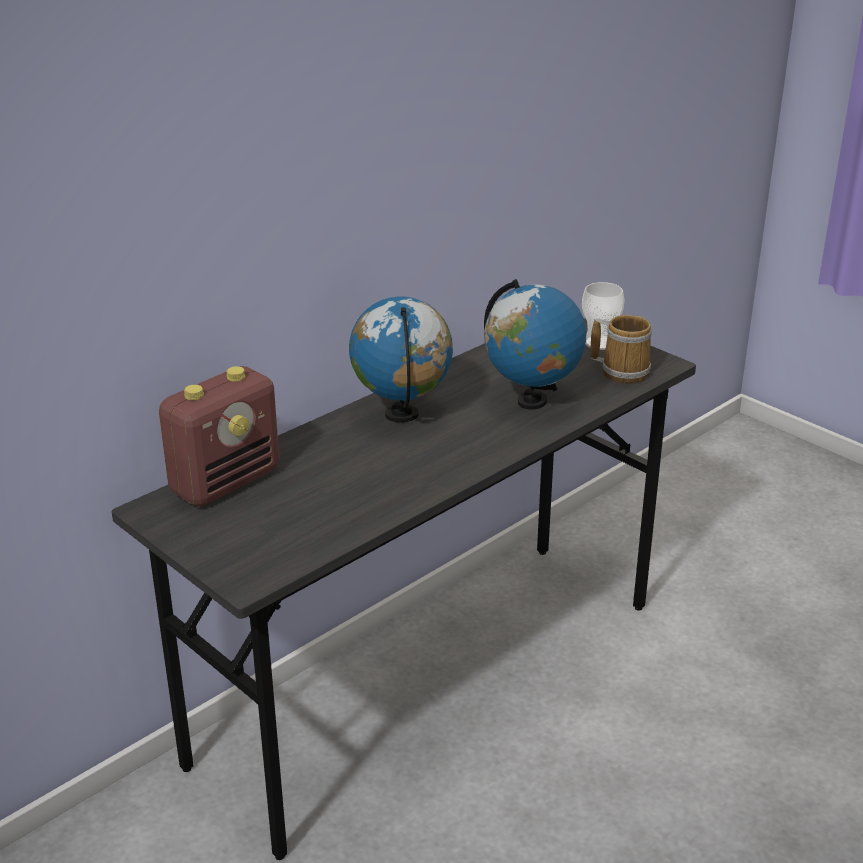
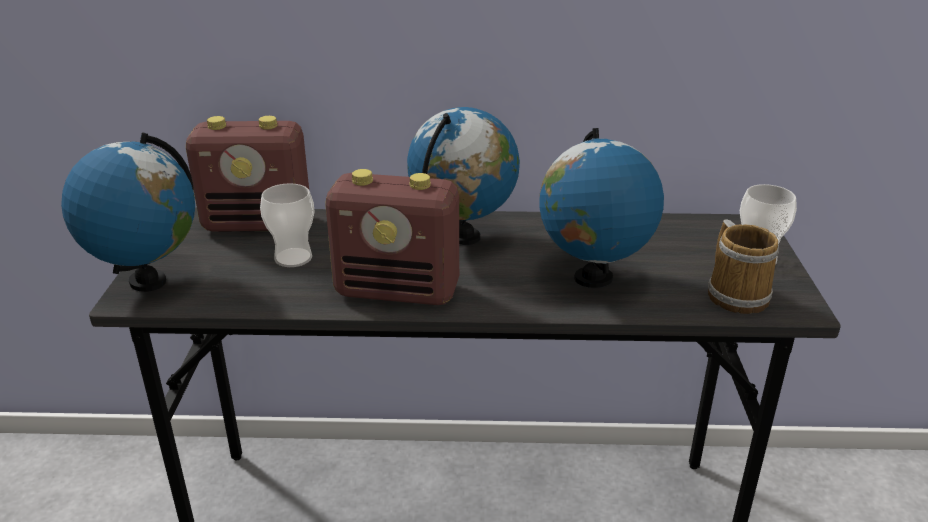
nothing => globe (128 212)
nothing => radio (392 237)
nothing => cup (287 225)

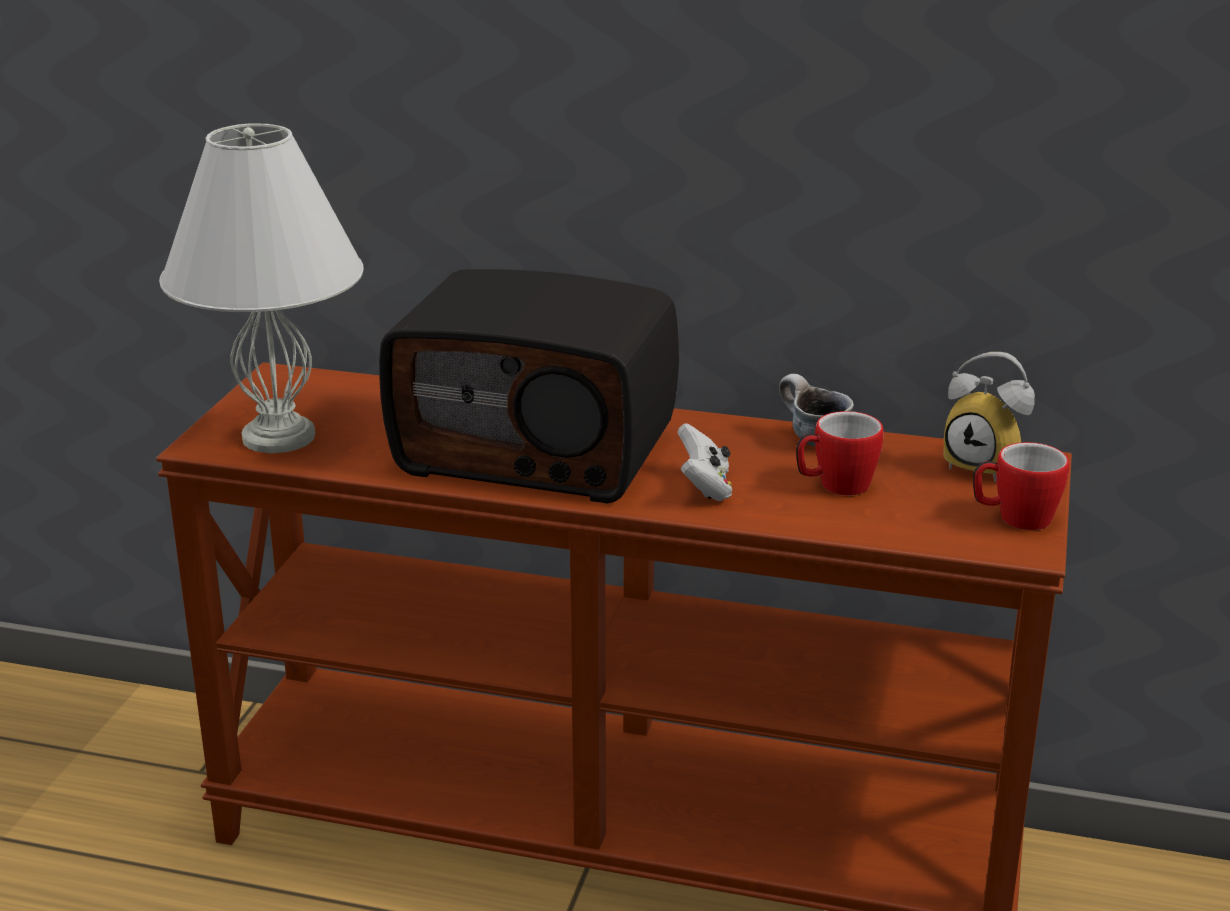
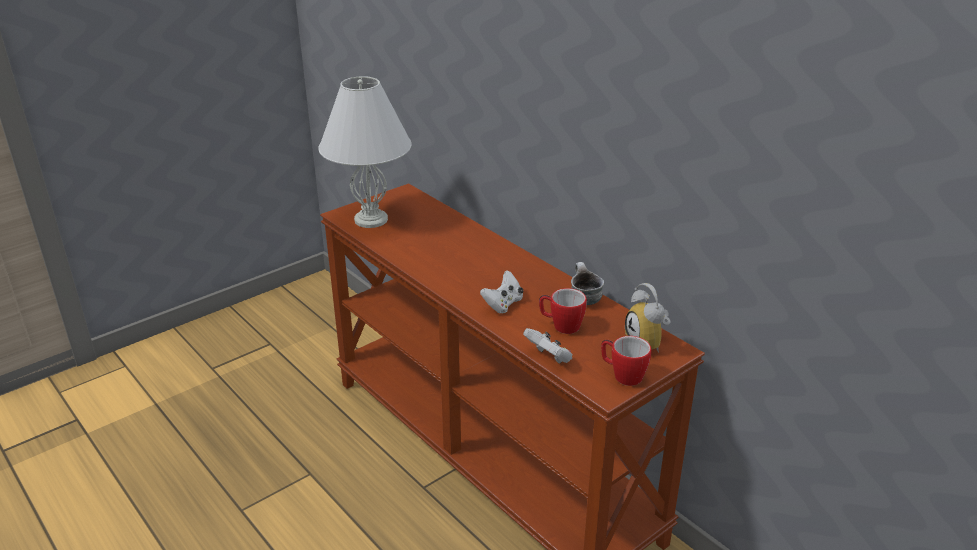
radio (529 386) => nothing
nothing => game controller/white (547 345)

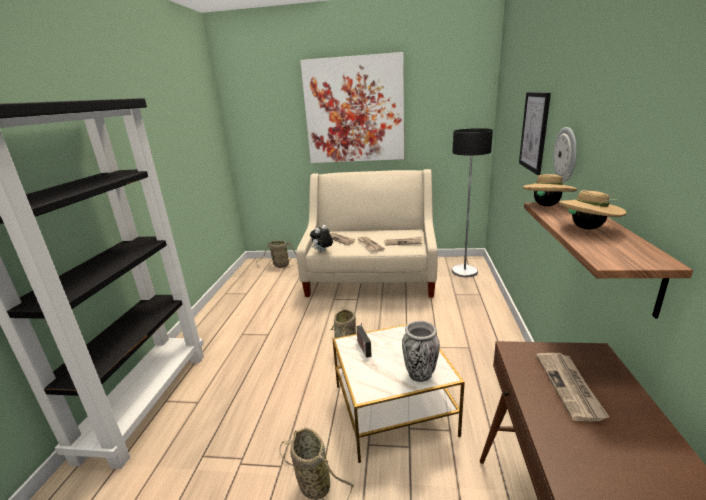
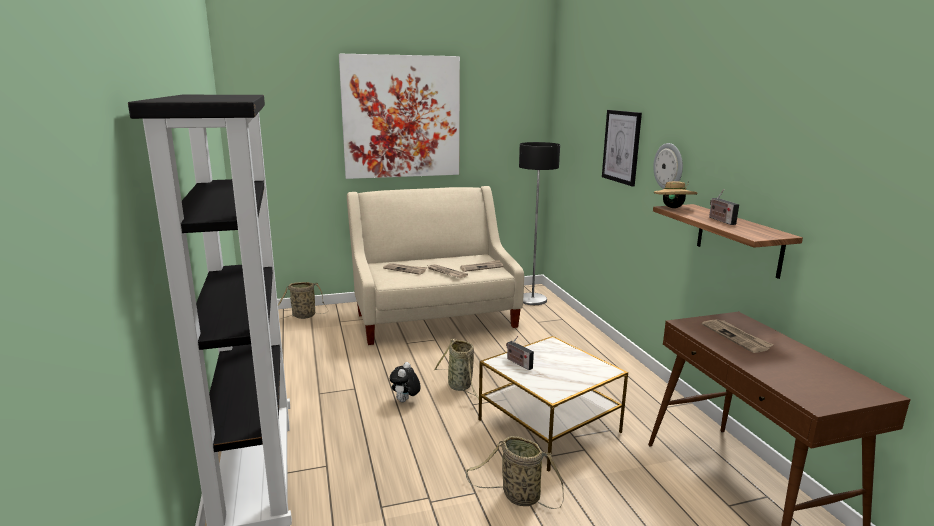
hat/beige (593 209) => radio (724 207)
plush toy (321 238) => plush toy (405 382), relocated
vase (421 351) => nothing

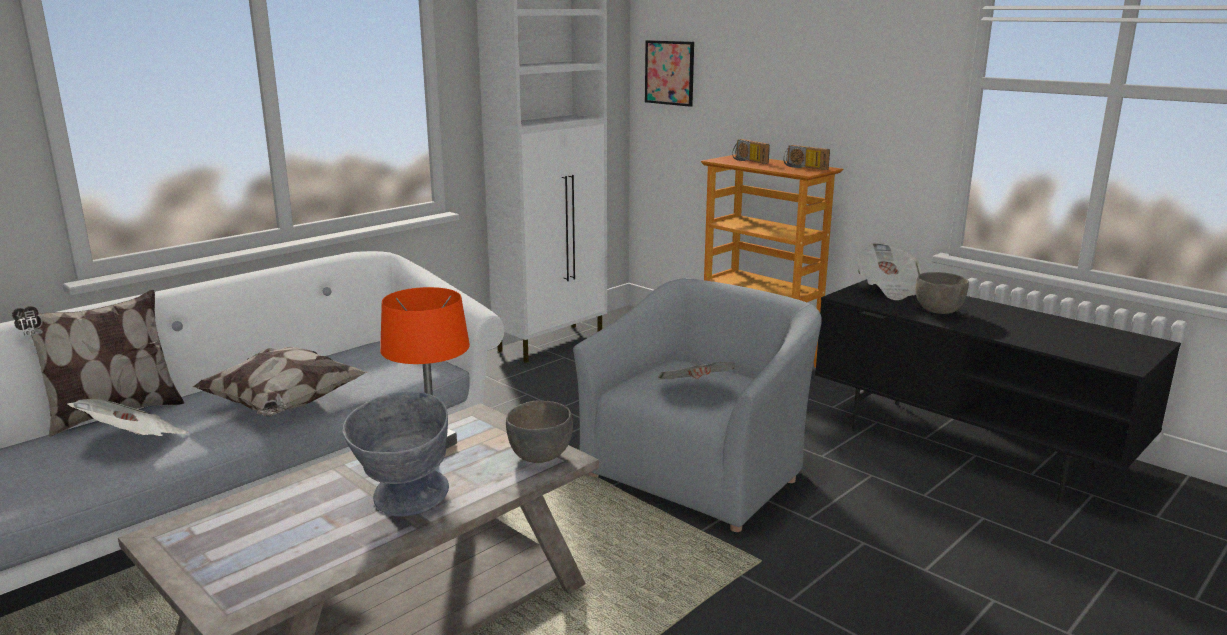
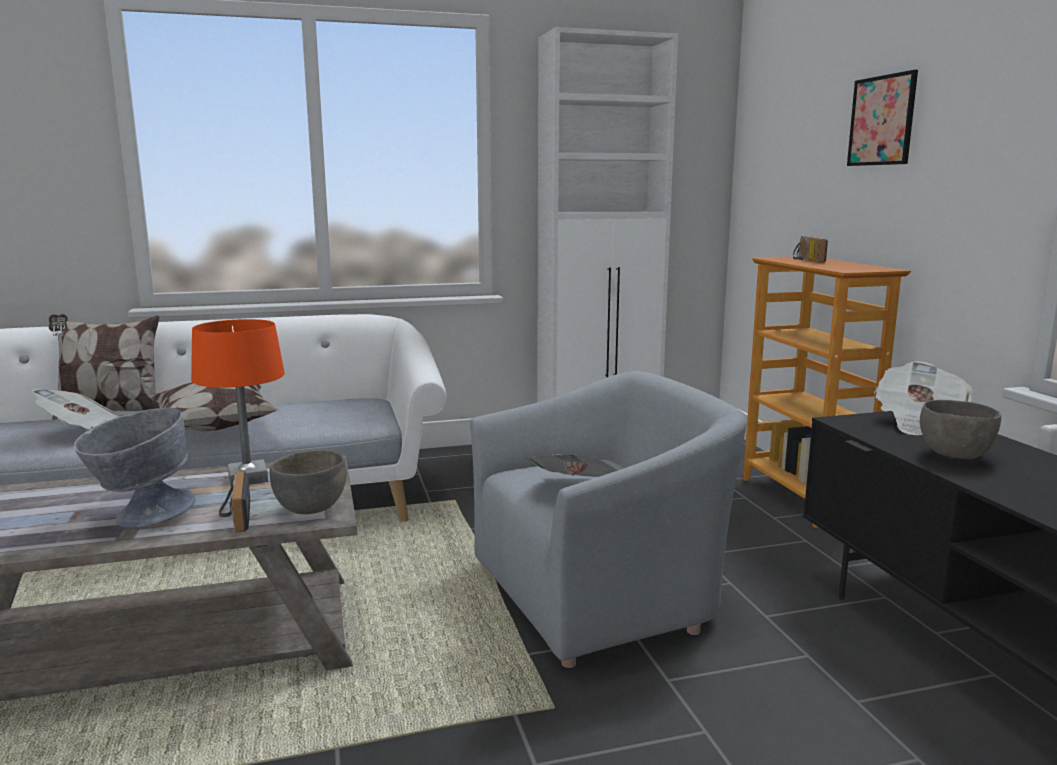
picture (669 73) => picture (882 118), relocated
radio (806 157) => radio (234 502), relocated

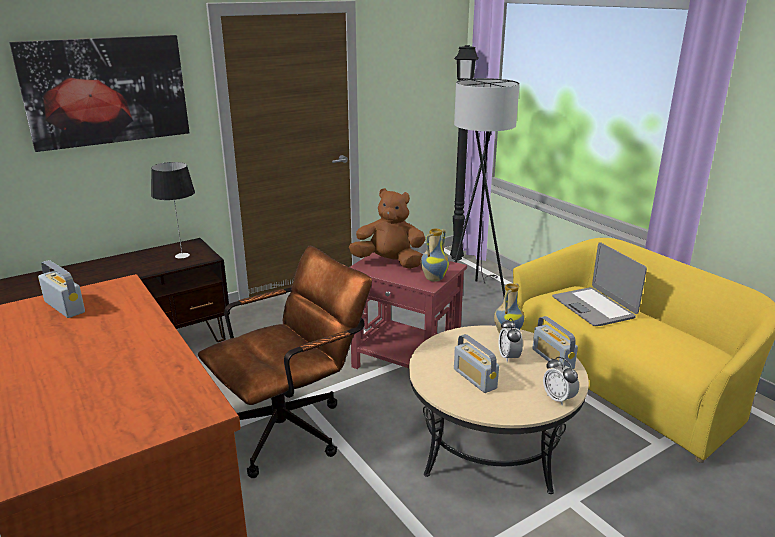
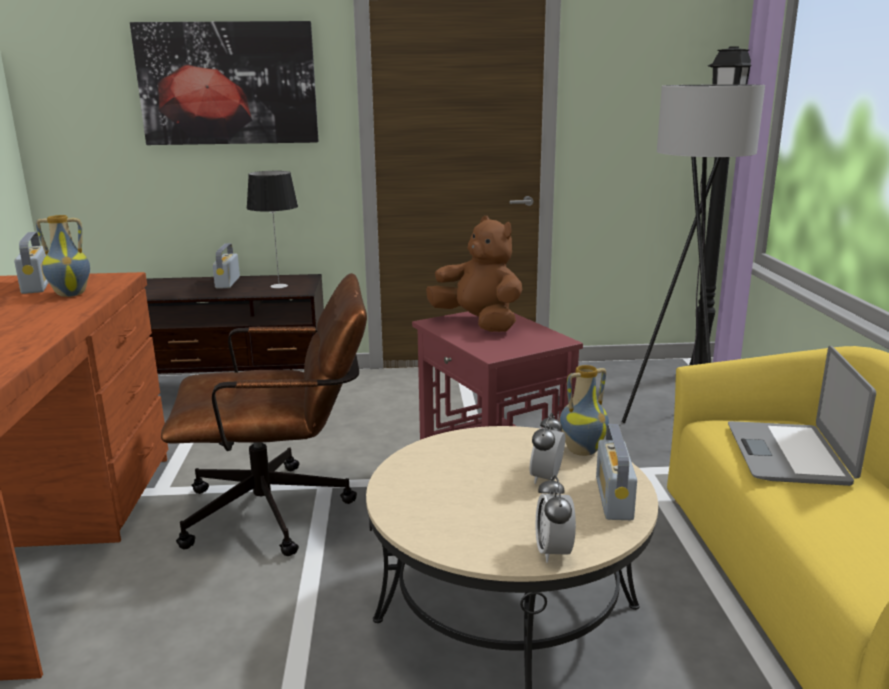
vase (435 255) => vase (63 256), relocated
radio (476 363) => radio (226 265), relocated

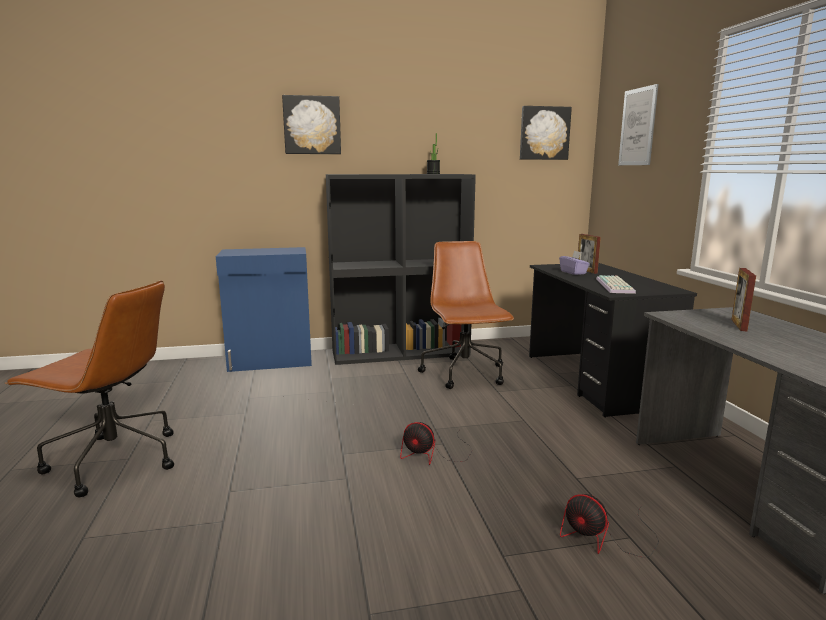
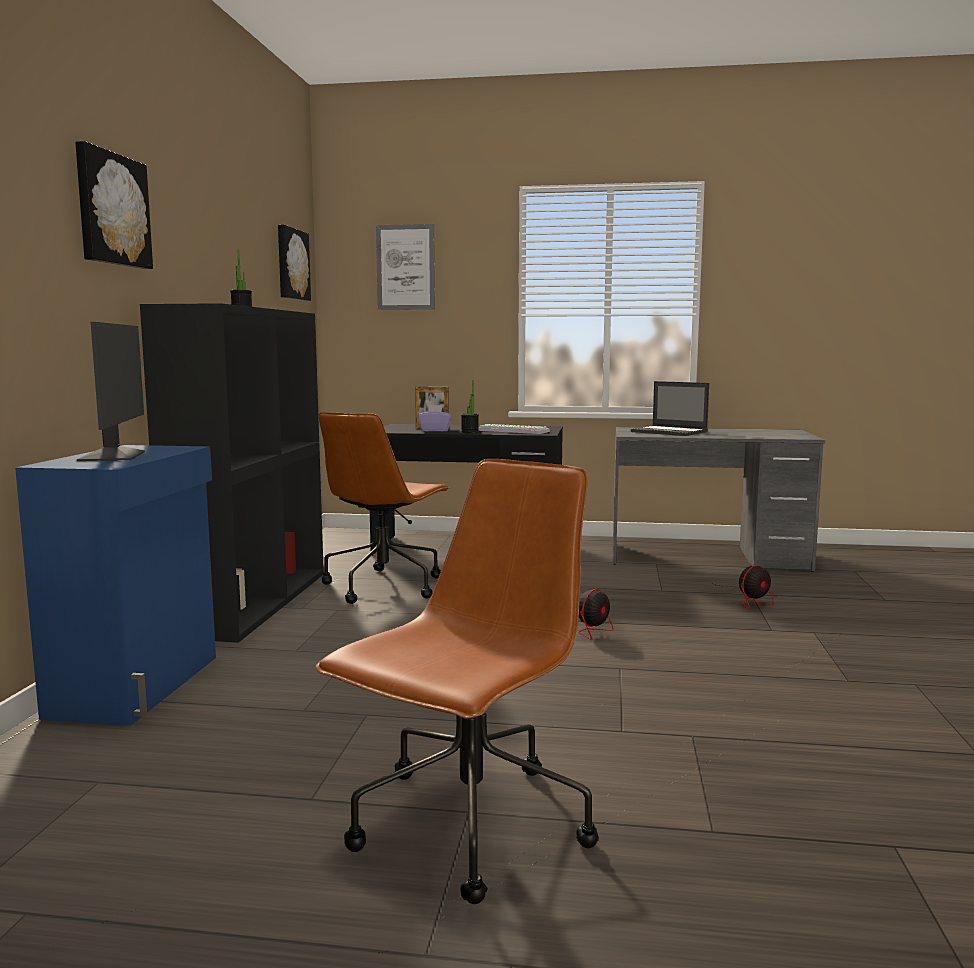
office chair/brown (466 315) => office chair/brown (384 508), 75 degrees counterclockwise
picture frame (743 299) => laptop (670 408)
nothing => monitor (111 391)
nothing => potted plant (470 406)

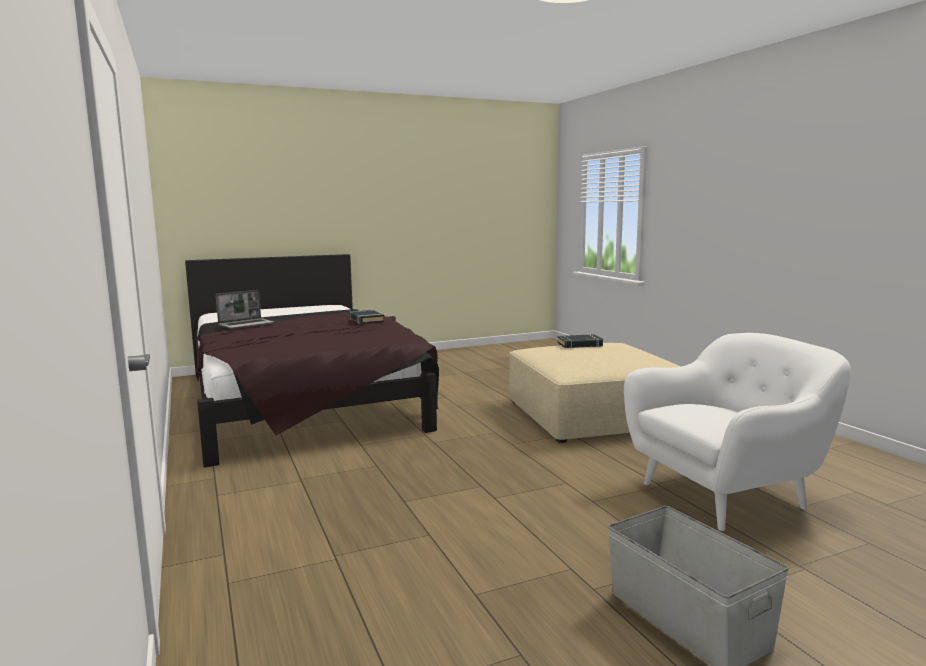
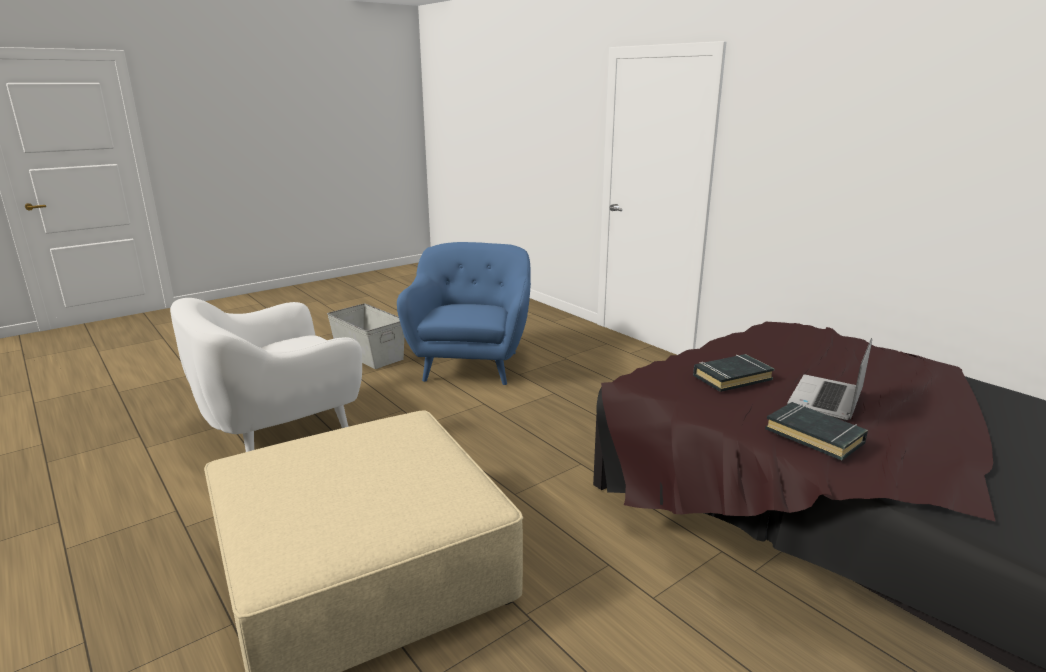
laptop (245 309) => laptop (829 379), relocated
book/black (580 341) => book/black (733 373), relocated
nothing => armchair/blue (464 313)

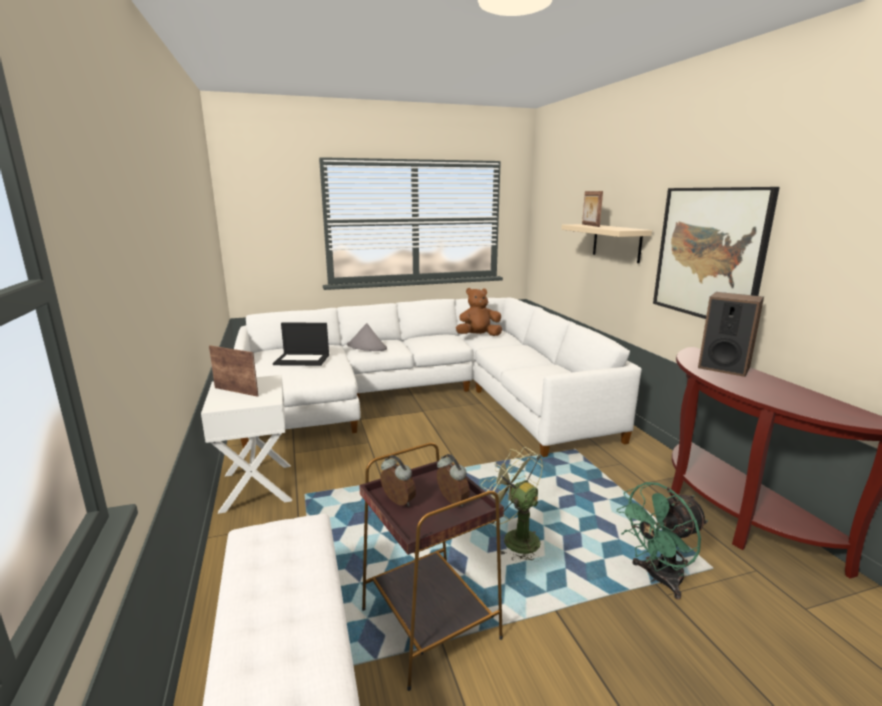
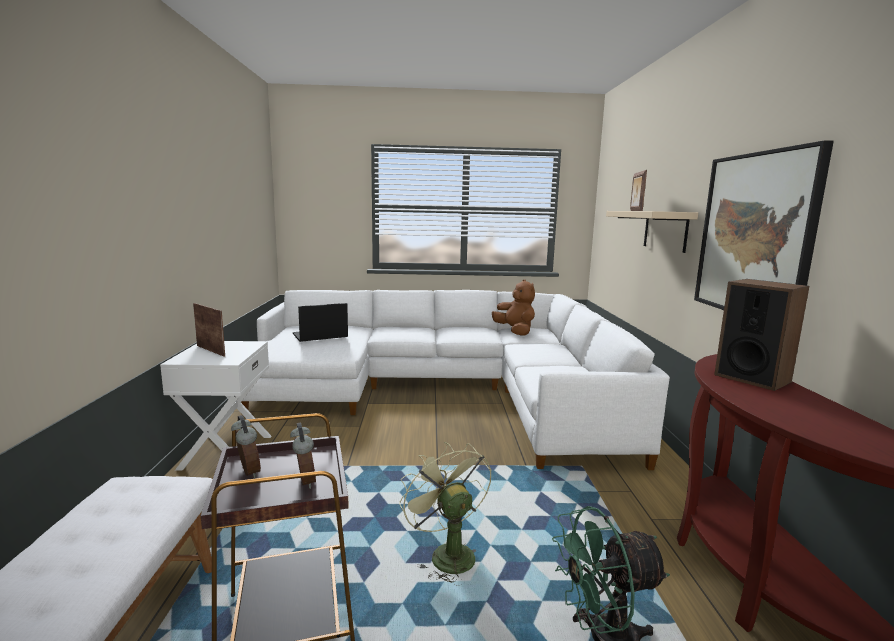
plush toy/brown (479 312) => plush toy/brown (513 307), 60 degrees clockwise
laptop (301 344) => laptop (320 322), 135 degrees clockwise
hat/grey (367 337) => nothing

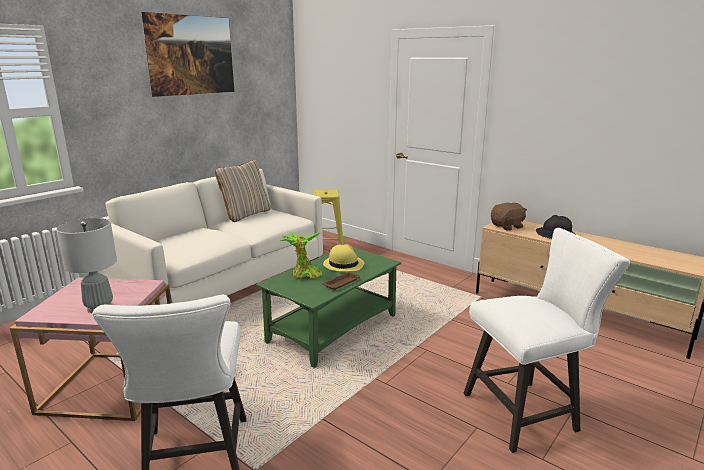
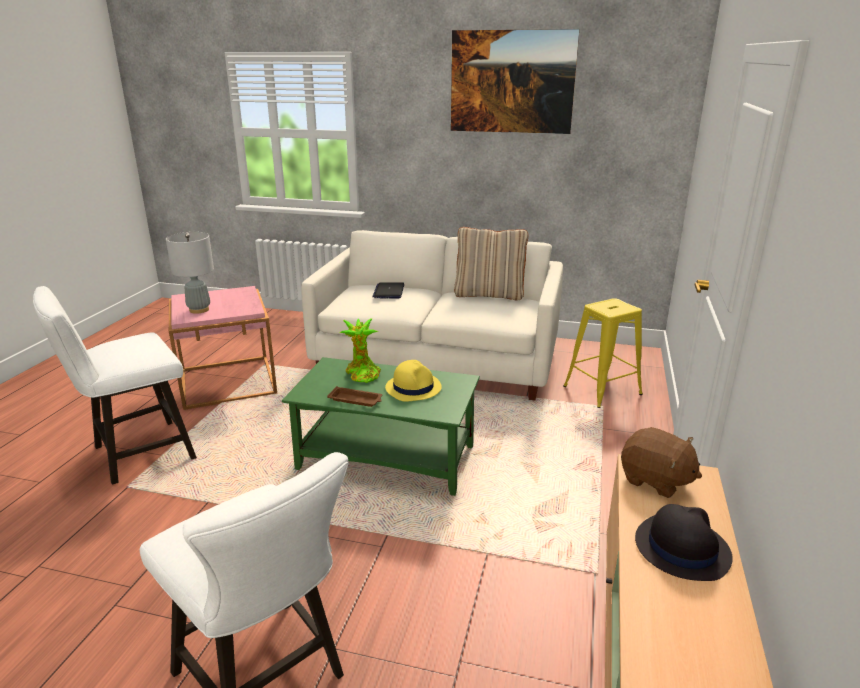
nothing => laptop (388 290)

